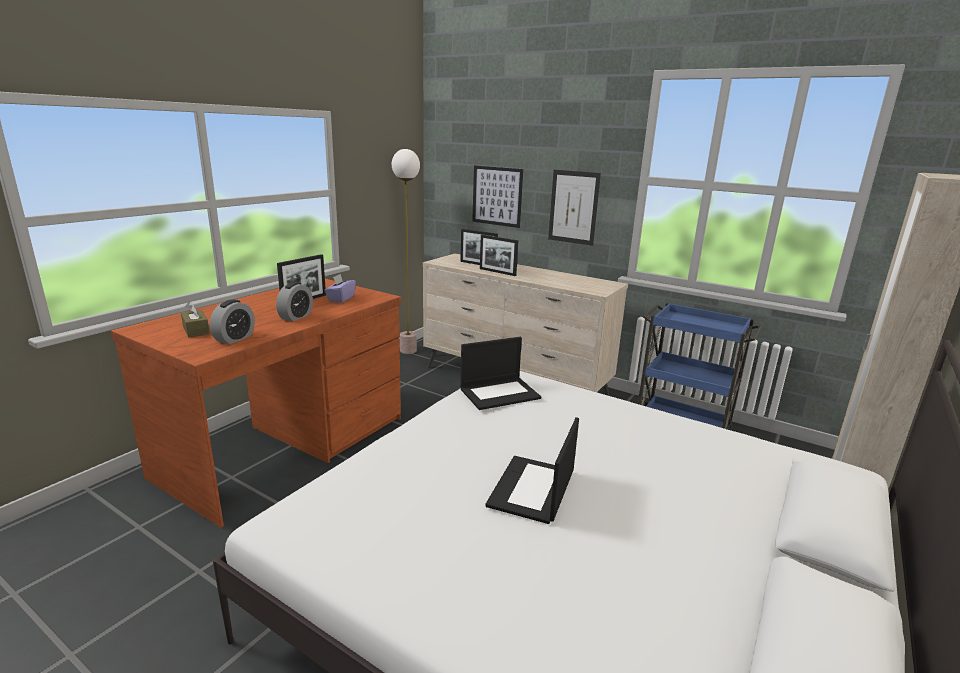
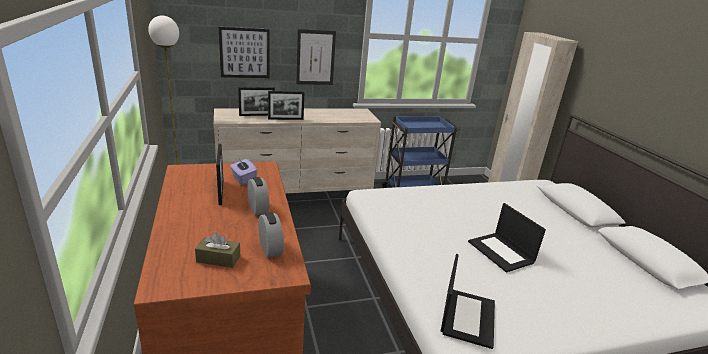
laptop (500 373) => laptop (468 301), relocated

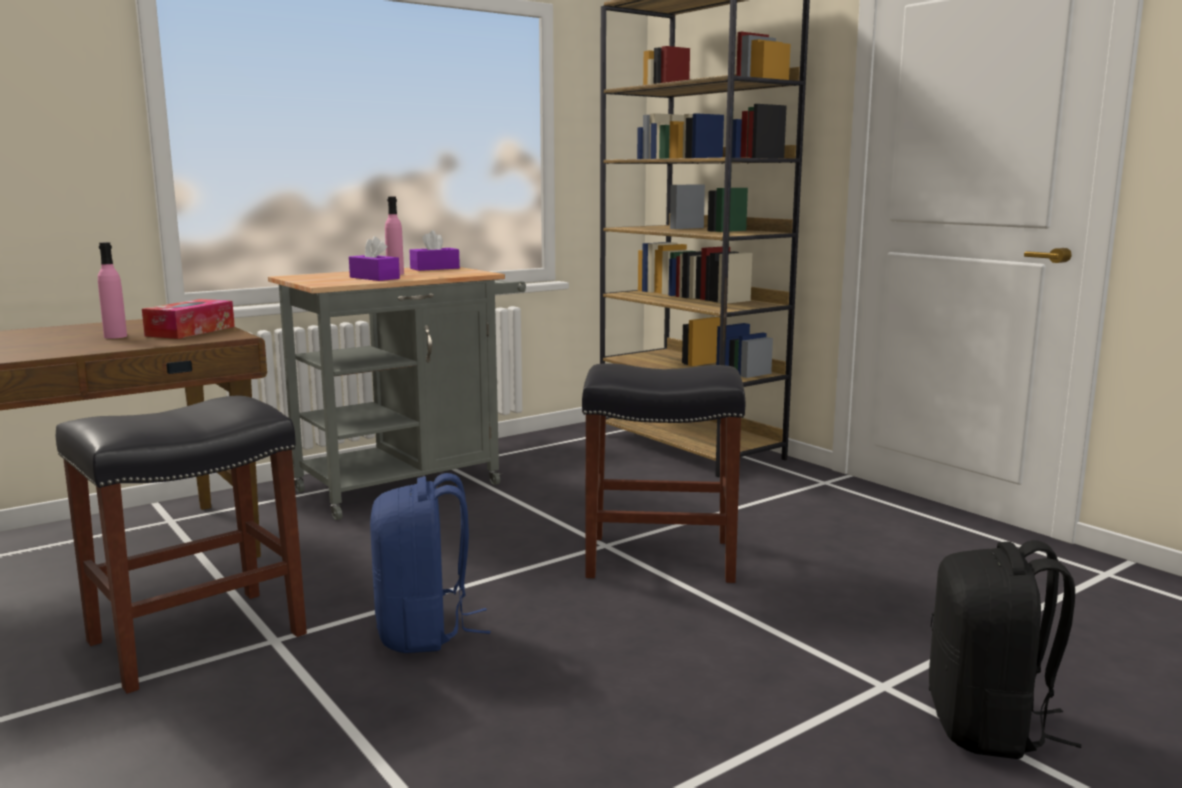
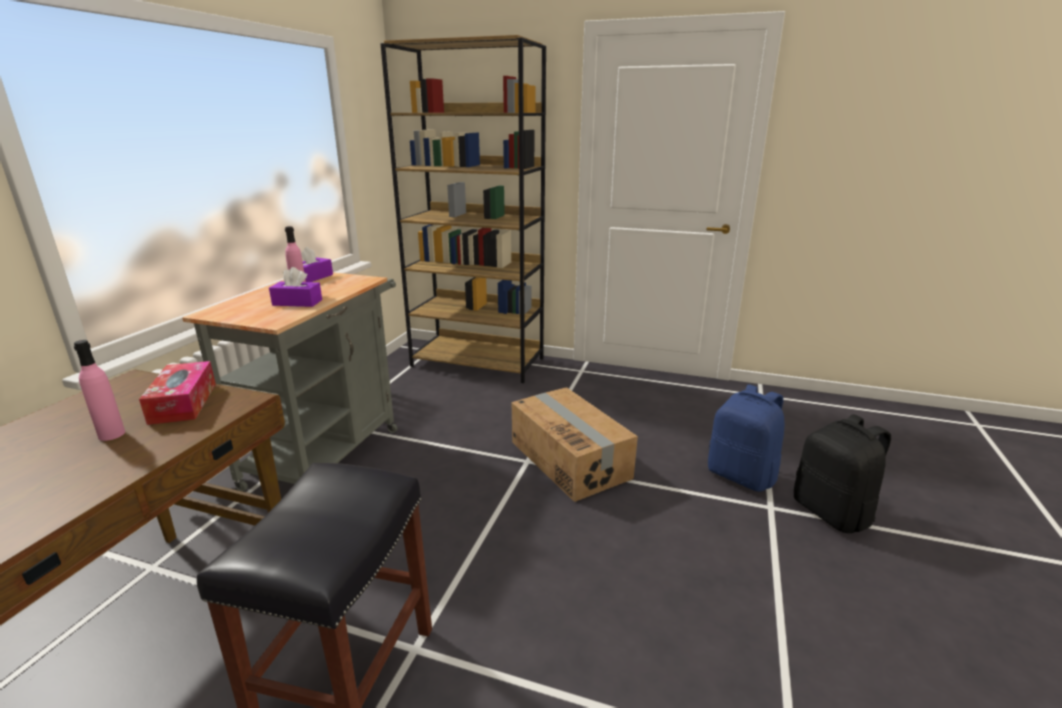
stool/black (663 473) => cardboard box (574 444)
backpack/blue (430 563) => backpack/blue (746 438), relocated

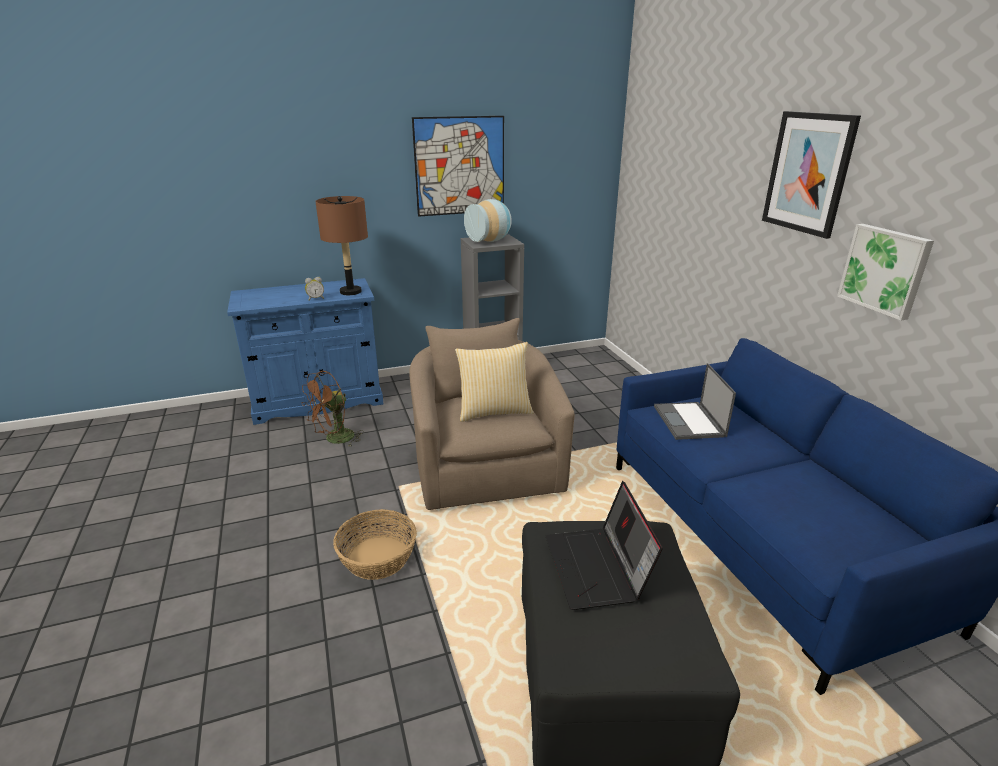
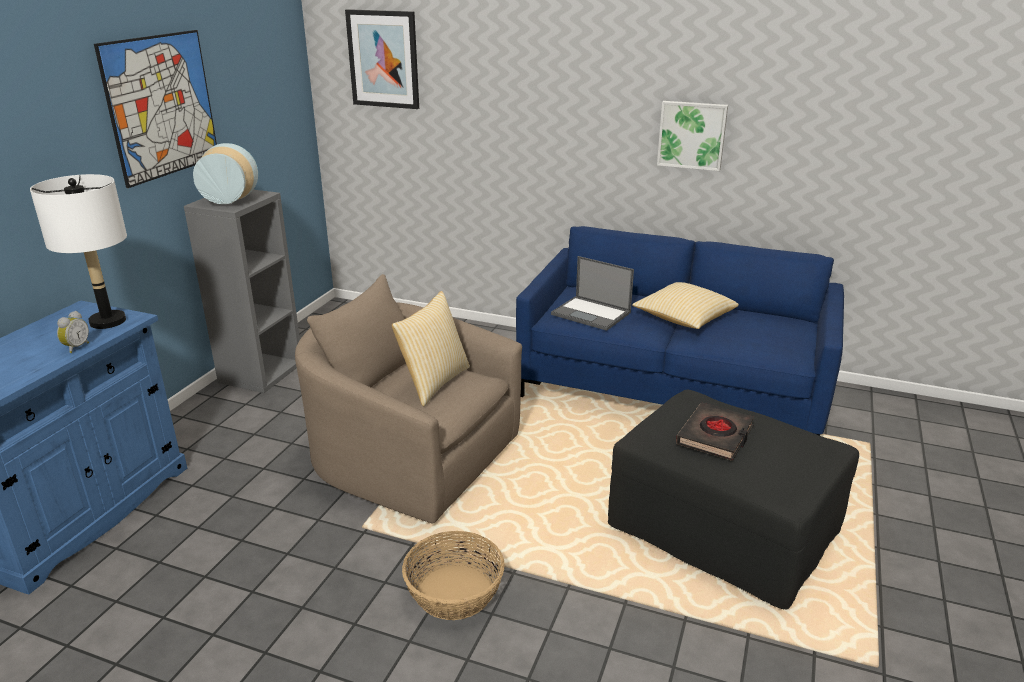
picture (811 175) => picture (382 59), relocated
table lamp/brown (341 245) => table lamp/white (78 251)
fan/brown (333 409) => nothing
laptop (604 545) => book/black (715 432)
nothing => pillow (685 305)

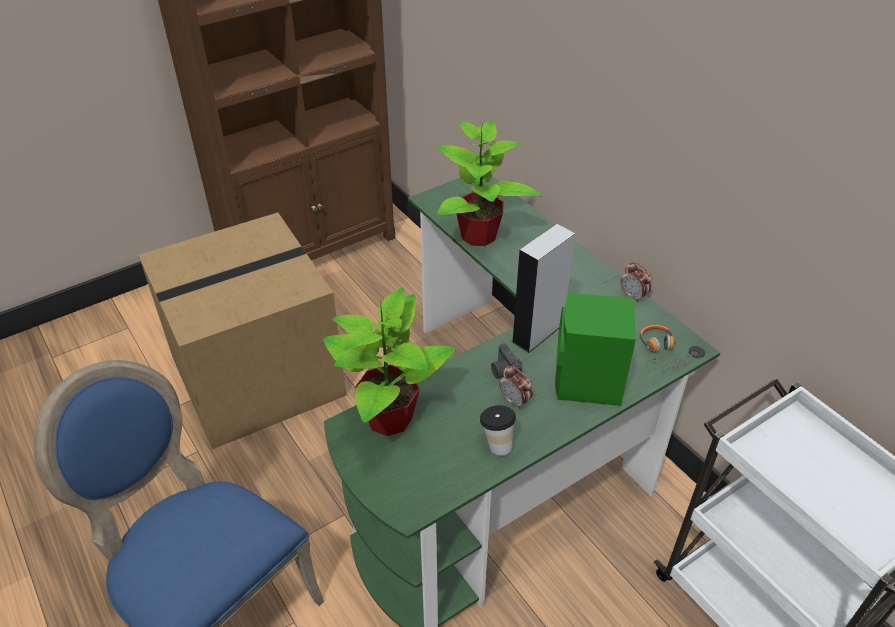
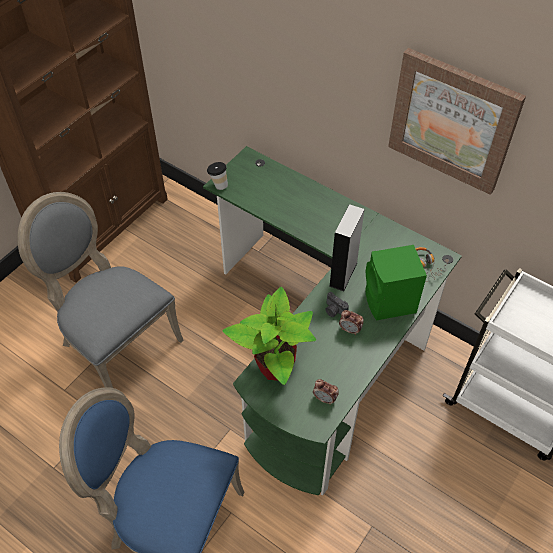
potted plant (489 183) => nothing
cardboard box (242 331) => chair/grey (100 290)
alarm clock (636 282) => alarm clock (326 392), relocated
cup (497 430) => cup (217 176), relocated
nothing => picture (457 121)

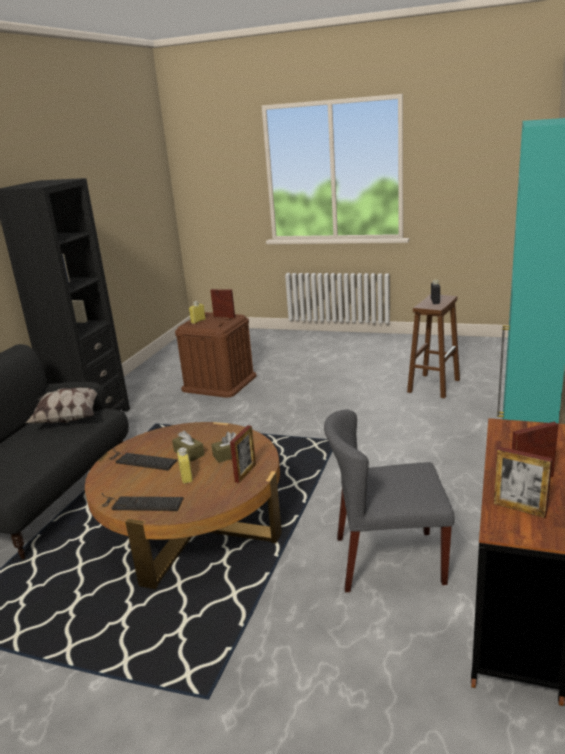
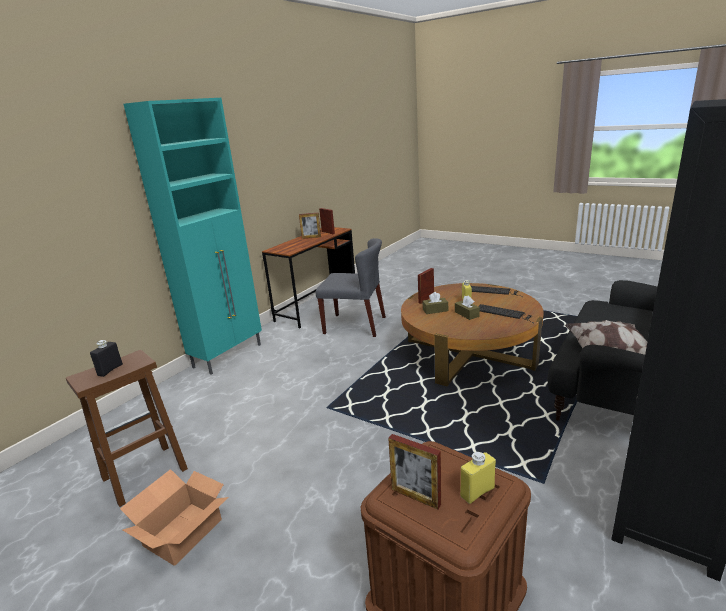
nothing => cardboard box (174 517)

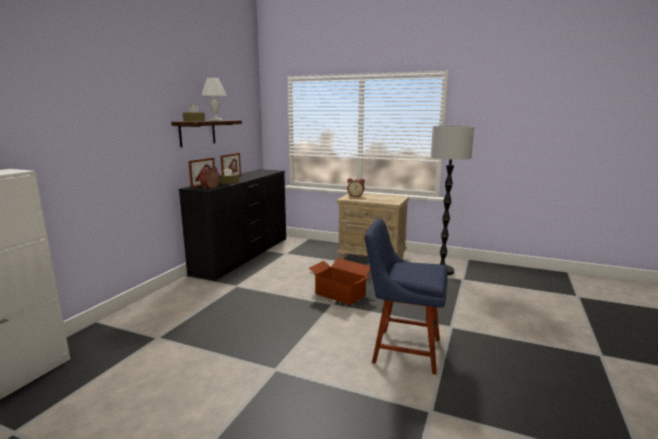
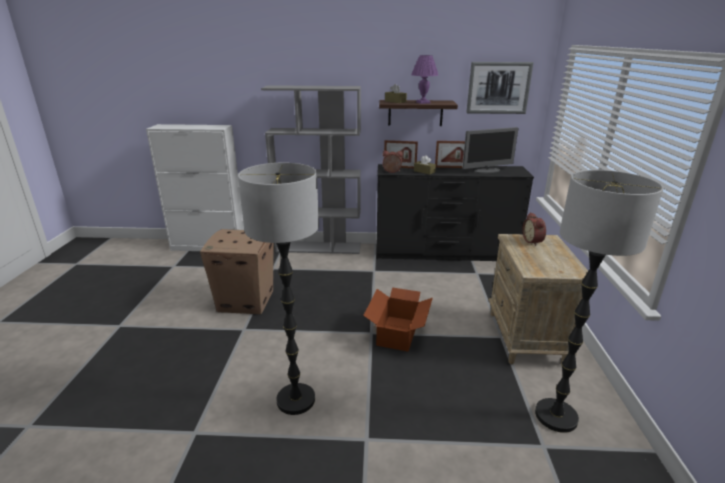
table lamp/white (214 99) => table lamp/purple (424 79)
chair/blue (406 296) => floor lamp (278 288)
nothing => picture (500 88)
nothing => bookcase/grey (311 169)
nothing => monitor (490 150)
nothing => cardboard box (237 271)

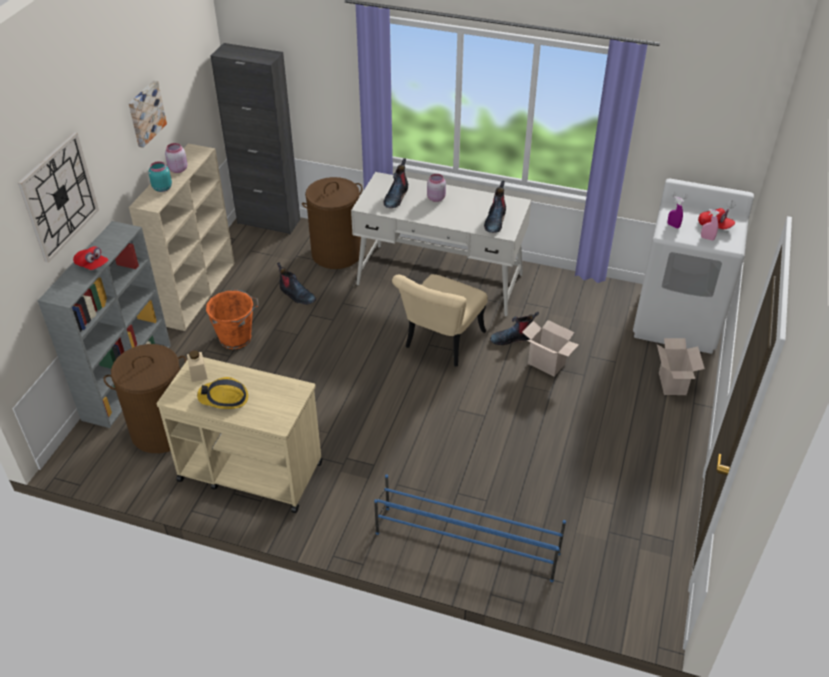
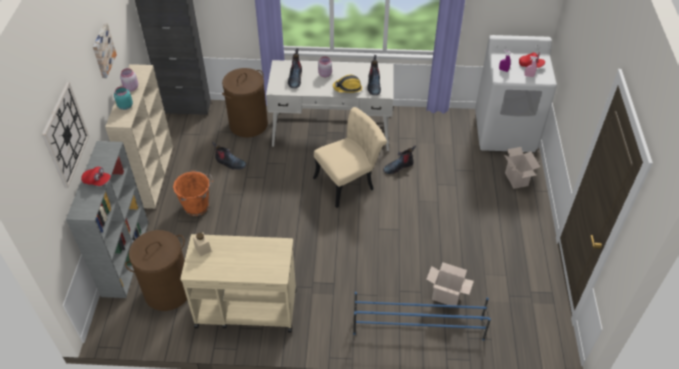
chair/beige (440 320) => chair/beige (350 157), 135 degrees counterclockwise
cardboard box (550 348) => cardboard box (450 283), relocated
hard hat (222 393) => hard hat (347 84), relocated

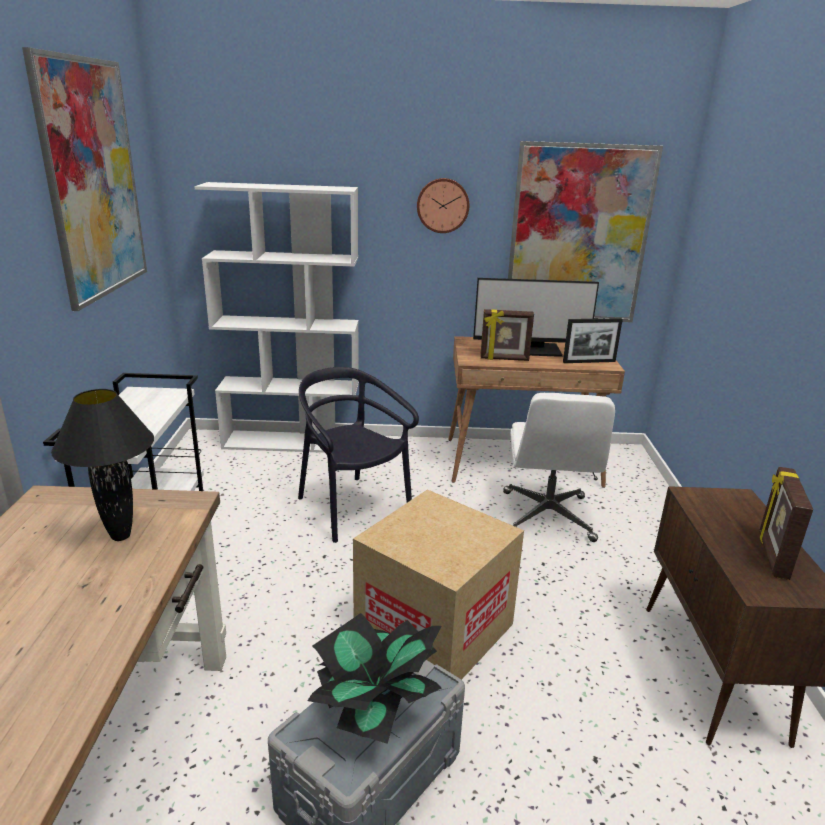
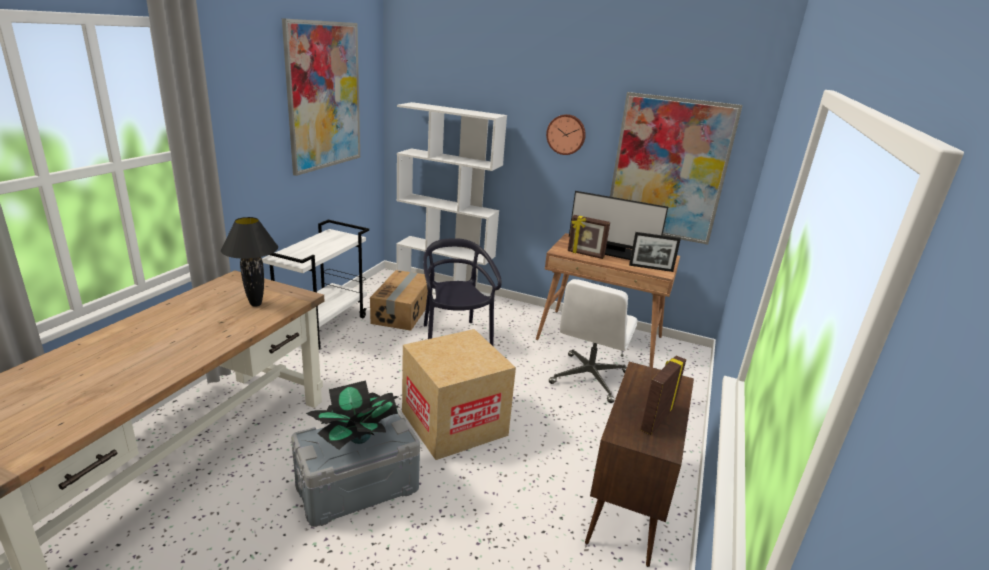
nothing => cardboard box (399 300)

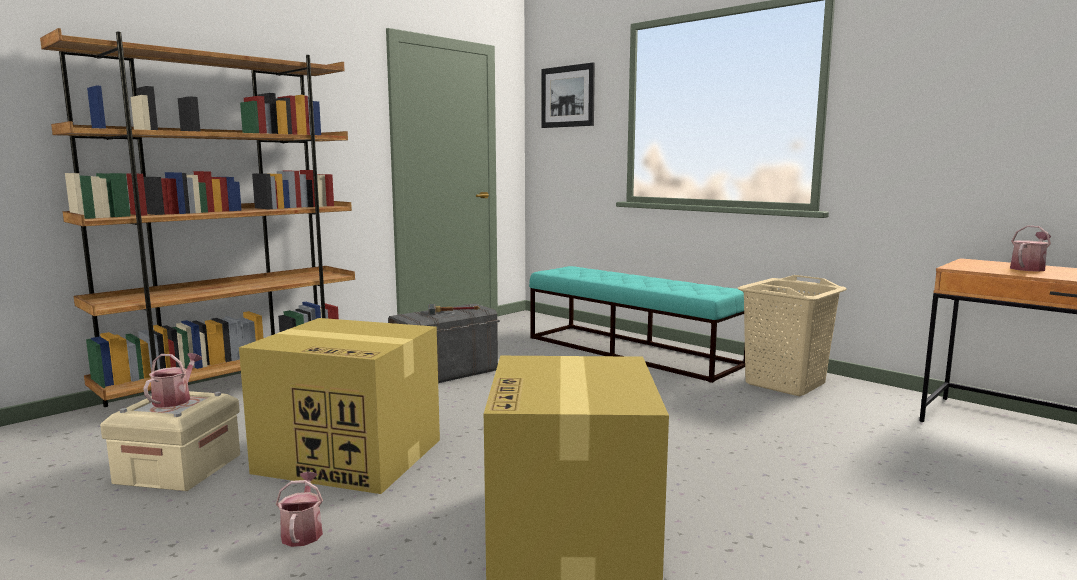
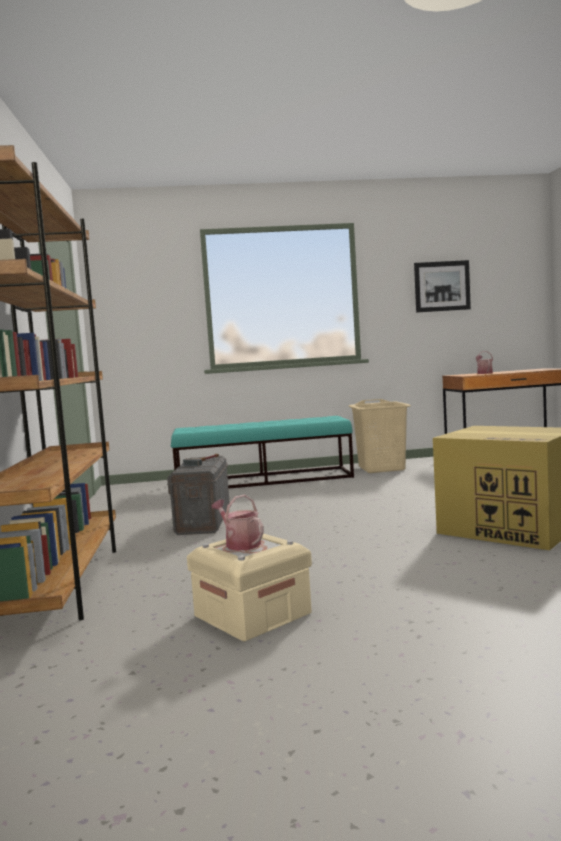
picture (568 95) => picture (442 286), relocated
cardboard box (339 406) => nothing
watering can (299 509) => nothing

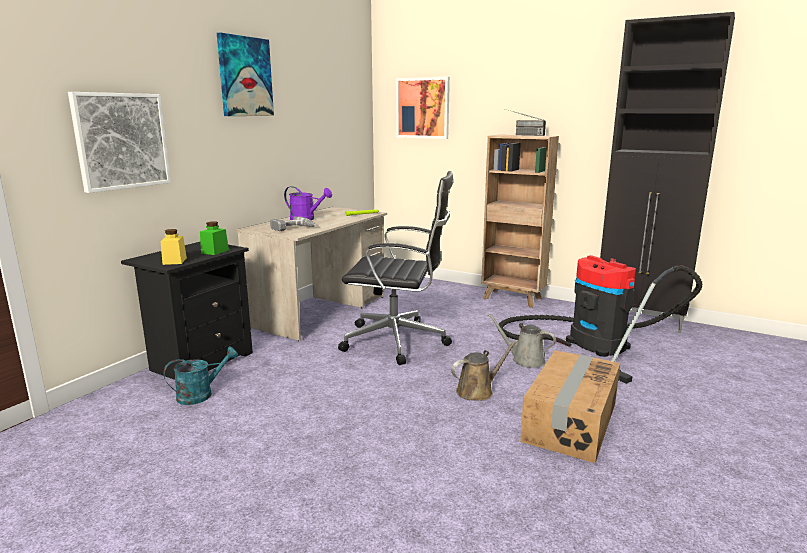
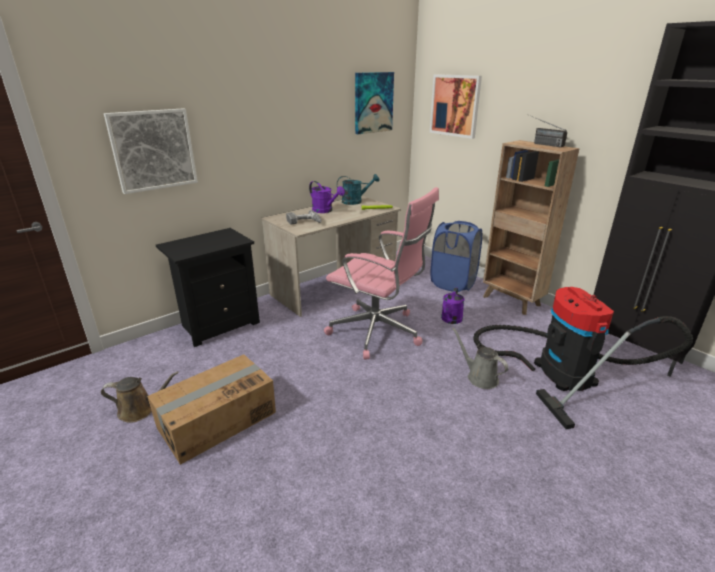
picture (245 74) => picture (374 103), relocated
office chair/black (395 268) => office chair/pink (381 273)
jar/green (214 238) => nothing
jar/yellow (174 247) => nothing
watering can/brown (485 370) => watering can/brown (140 397), relocated
watering can/turquoise (201 375) => watering can/turquoise (358 189), relocated
cardboard box (570 406) => cardboard box (211 409), relocated
nothing => laundry basket/blue (456 256)
nothing => watering can/purple (453 305)

